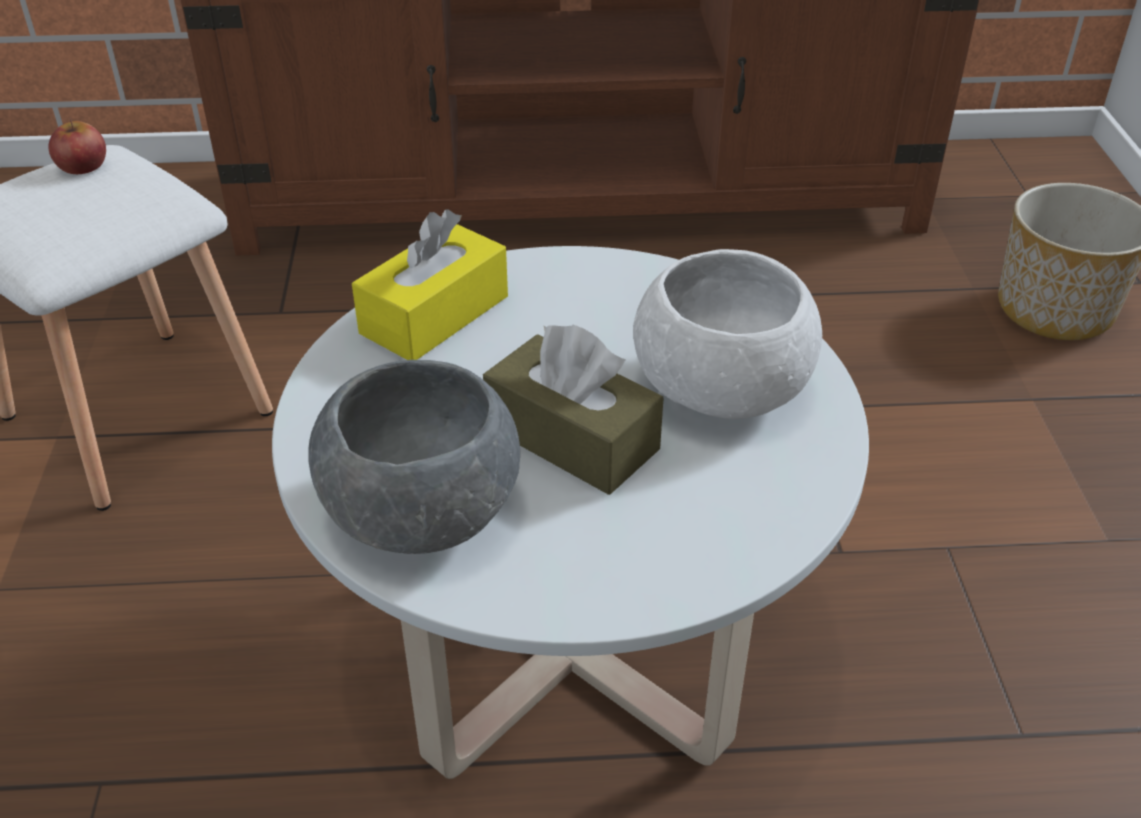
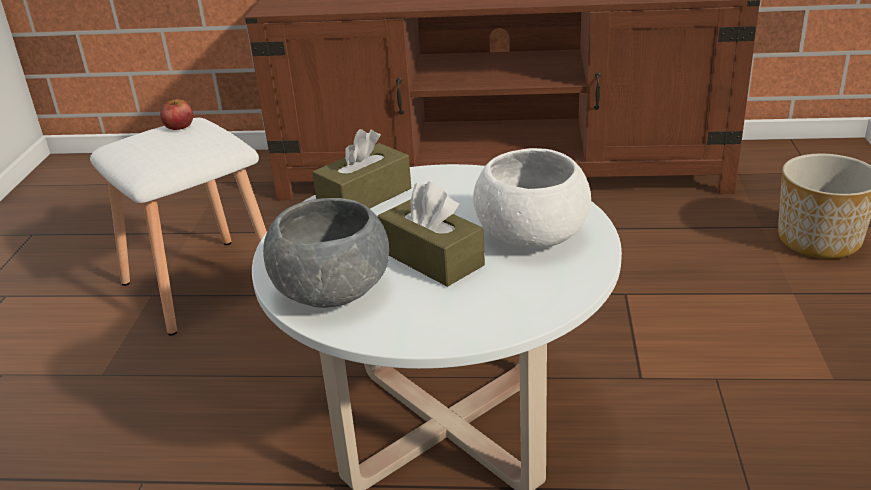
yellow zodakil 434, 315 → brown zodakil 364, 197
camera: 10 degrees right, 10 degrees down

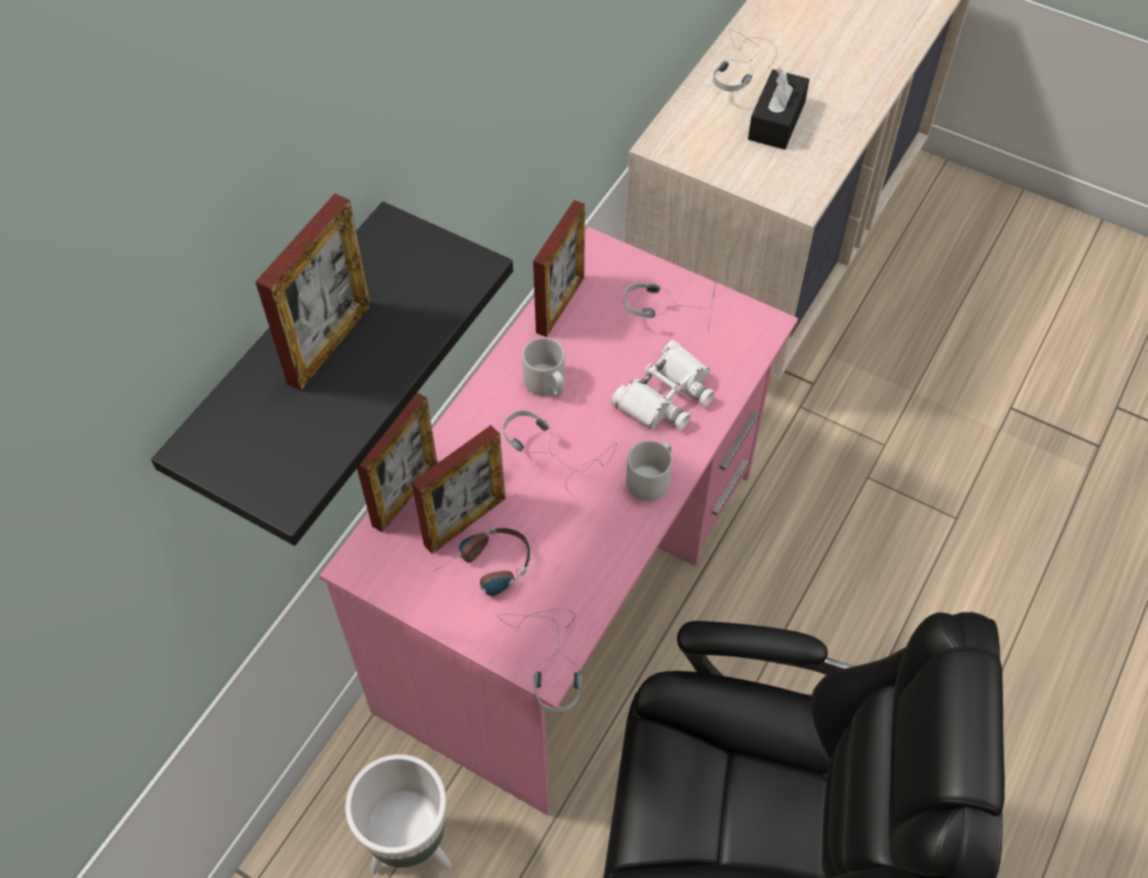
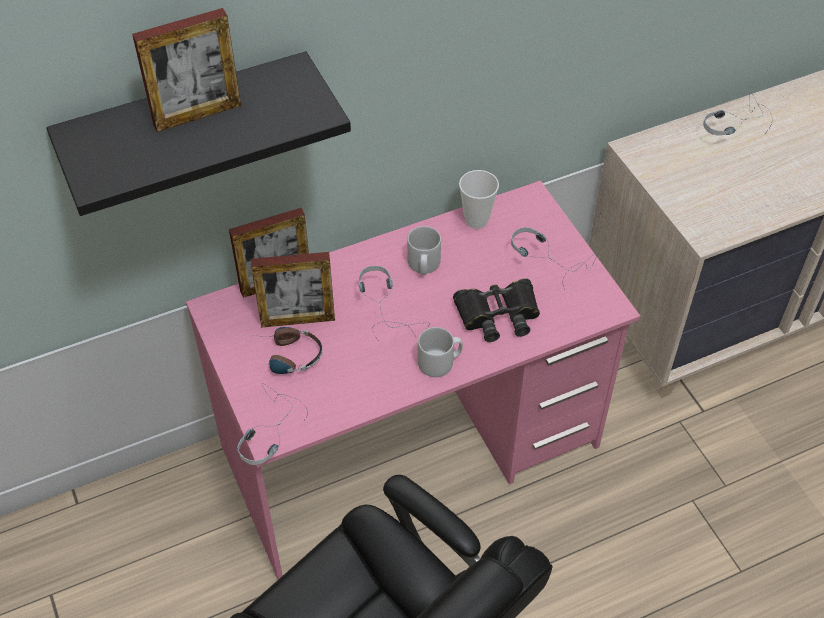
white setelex 410, 846 → -
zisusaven 560, 305 → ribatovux 476, 220
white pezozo 665, 394 → black pezozo 498, 314
black zodakil 776, 121 → -
camera: 35 degrees right, 5 degrees down

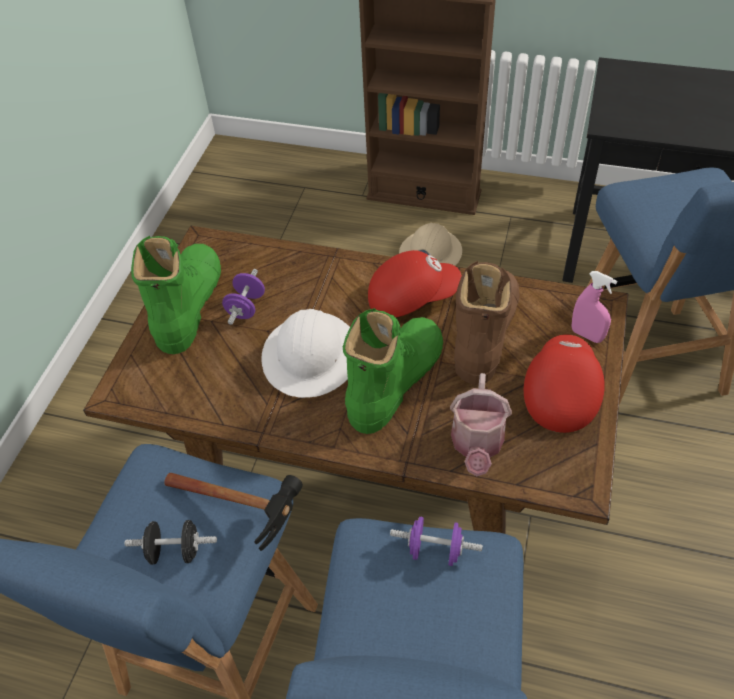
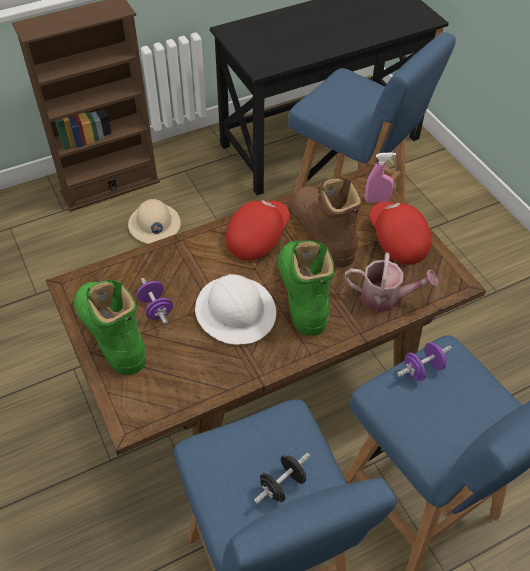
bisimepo 248, 513 → -
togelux 477, 445 → togelux 386, 297, 45 degrees counterclockwise
camera: 45 degrees left, 0 degrees up

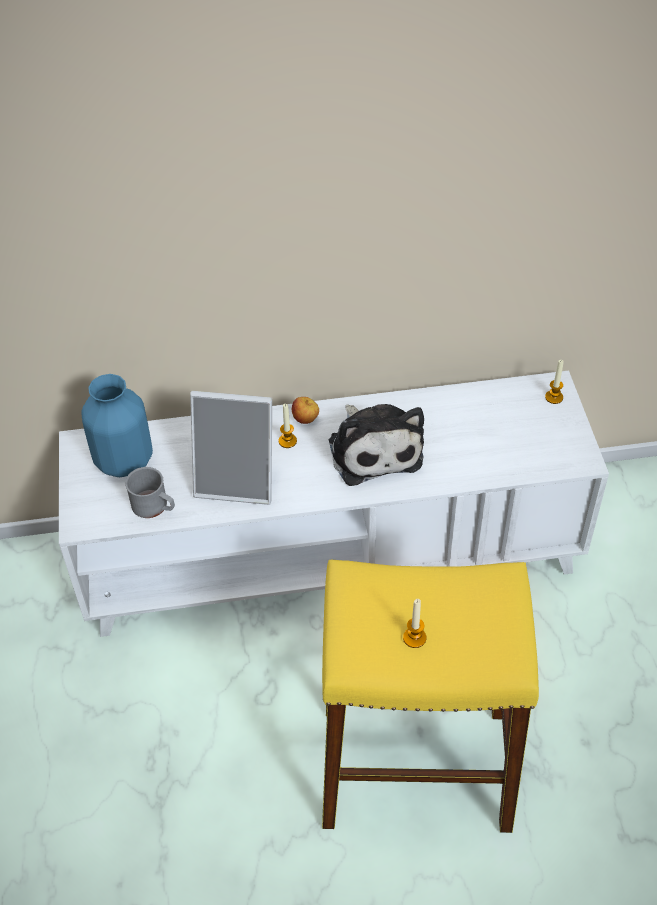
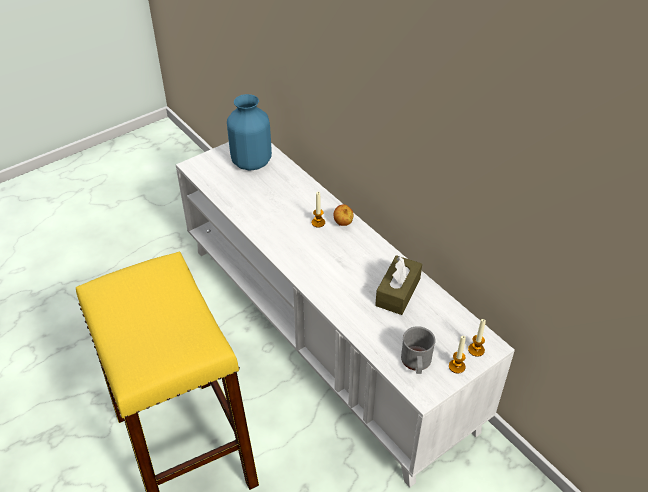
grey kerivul 154, 507 → grey kerivul 416, 363, moved
zisusaven 238, 479 → -
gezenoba 374, 449 → -
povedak 414, 638 → povedak 456, 366, moved
- → brown zodakil 398, 292
camera: 60 degrees right, 5 degrees down

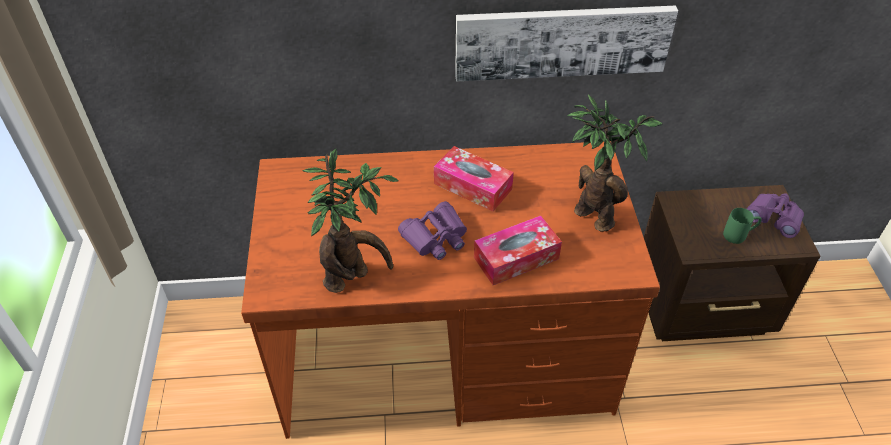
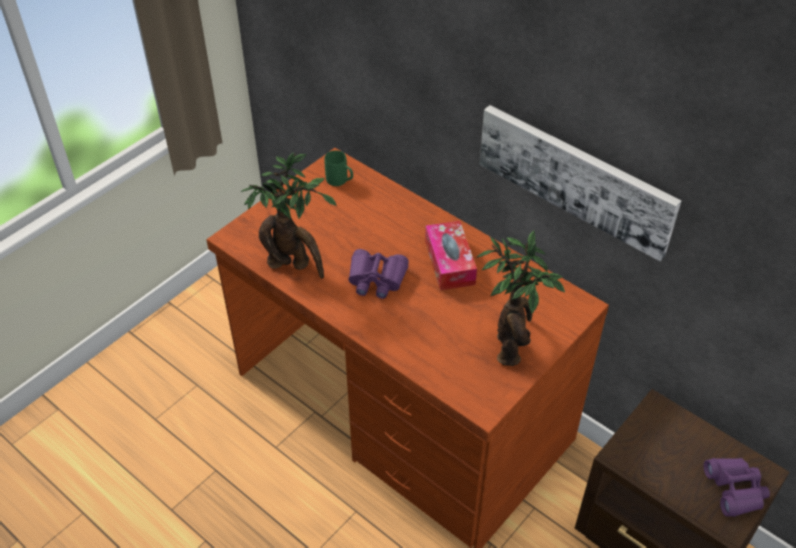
zodakil 516, 258 → -
green kerivul 739, 235 → green kerivul 340, 181, moved
camera: 45 degrees right, 0 degrees up

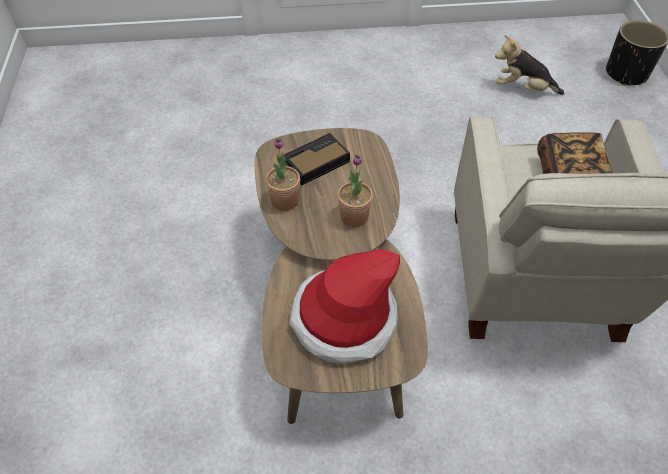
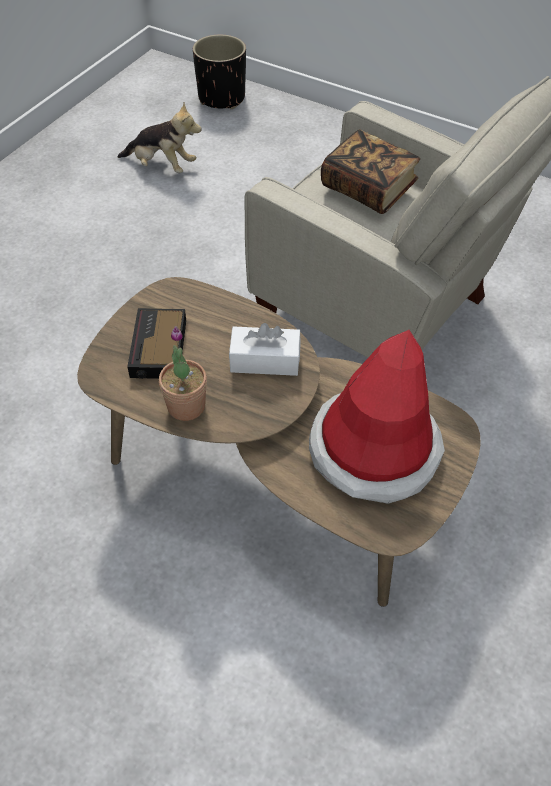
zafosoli 354, 216 → white zodakil 265, 360
gezenoba 523, 88 → gezenoba 162, 166, 120 degrees counterclockwise
camera: 55 degrees left, 0 degrees up

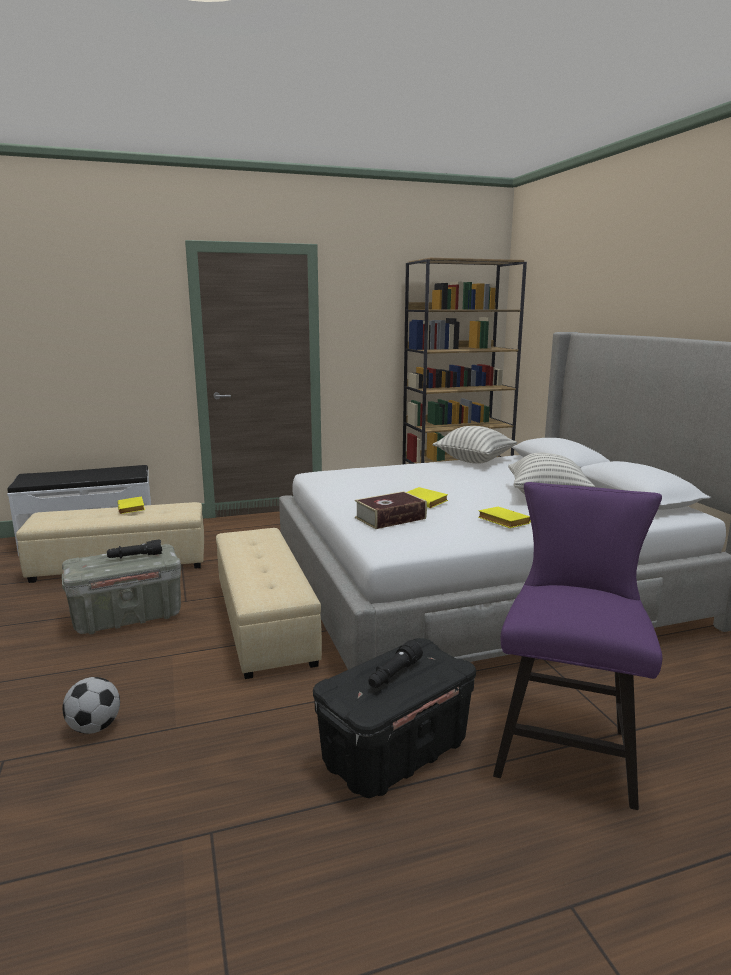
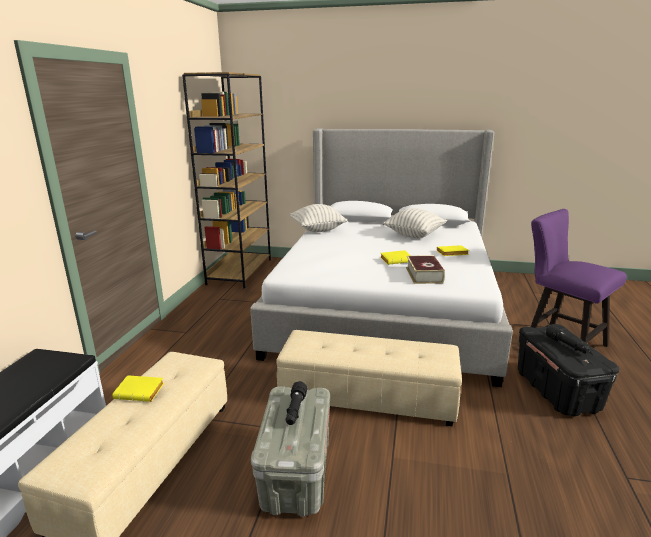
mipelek 95, 727 → -
camera: 60 degrees left, 5 degrees up

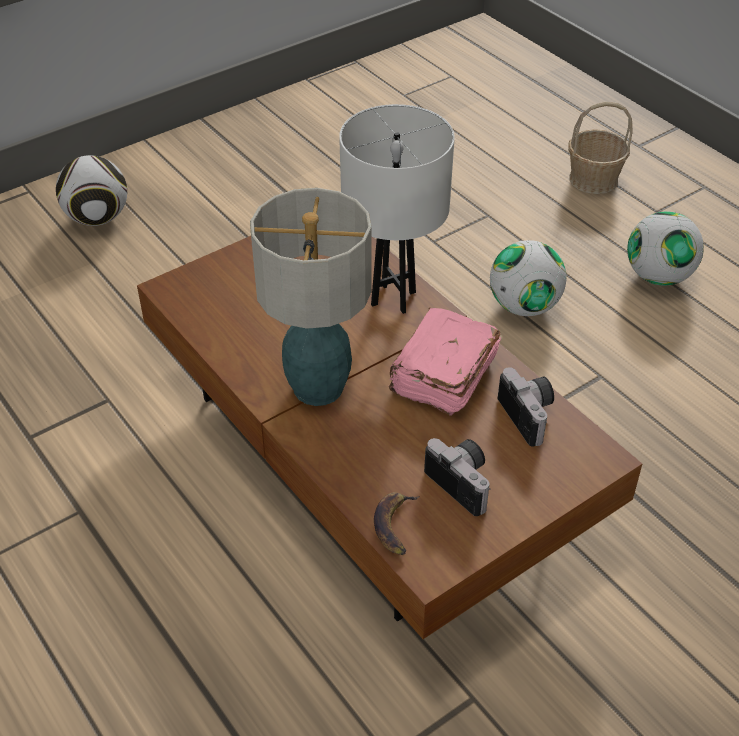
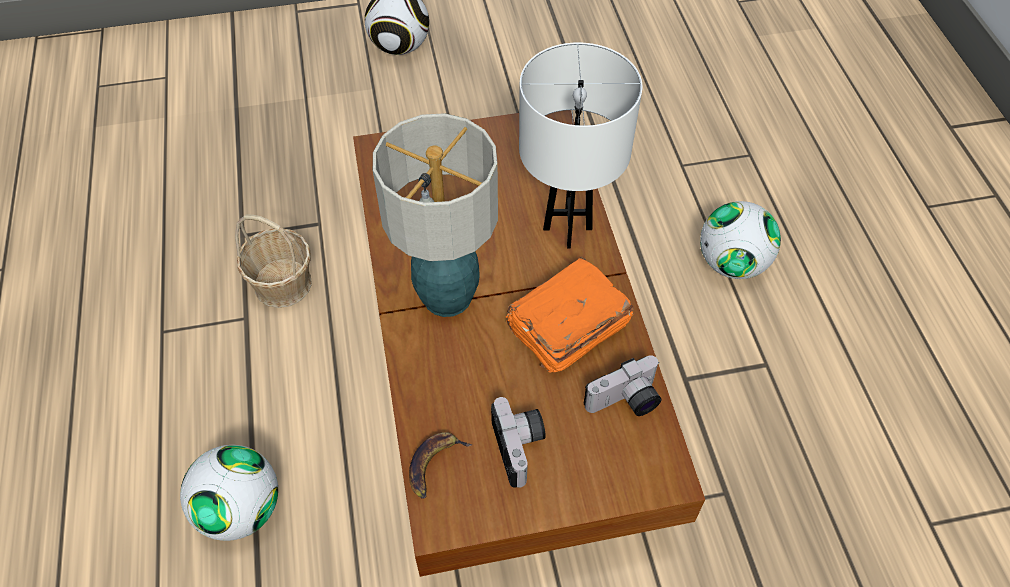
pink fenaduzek 442, 375 → orange fenaduzek 566, 327
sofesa 531, 415 → sofesa 625, 402, 60 degrees clockwise
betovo 593, 179 → betovo 282, 283, moved
mipelek 658, 276 → mipelek 241, 509, moved
camera: 25 degrees right, 10 degrees up

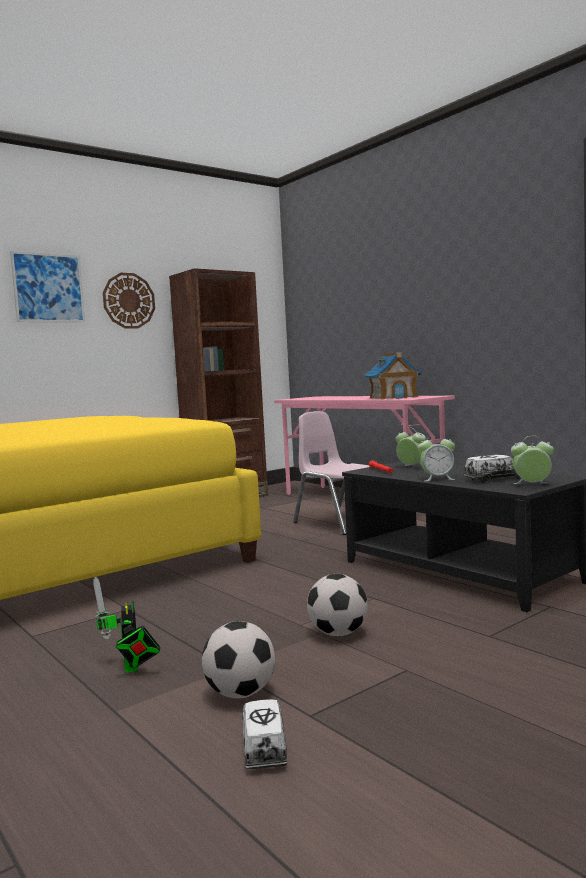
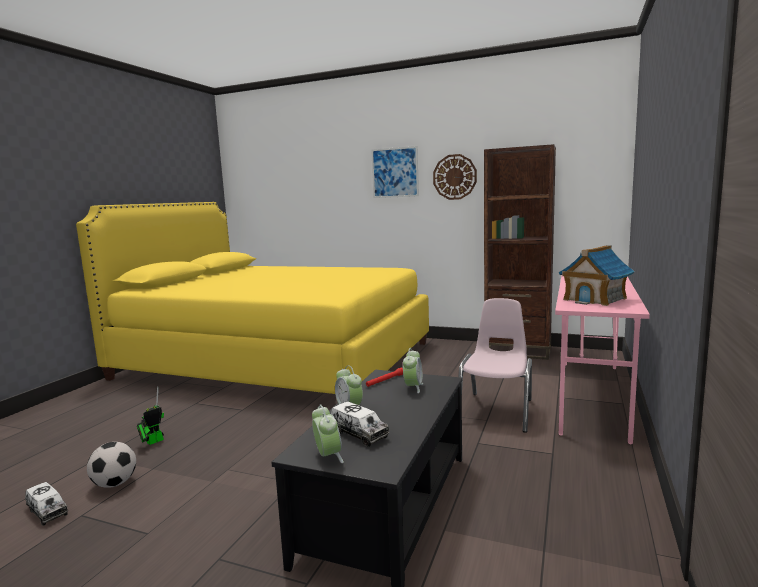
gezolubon 264, 745 → gezolubon 47, 511, 75 degrees clockwise
mipelek 338, 633 → -
camera: 60 degrees right, 5 degrees up

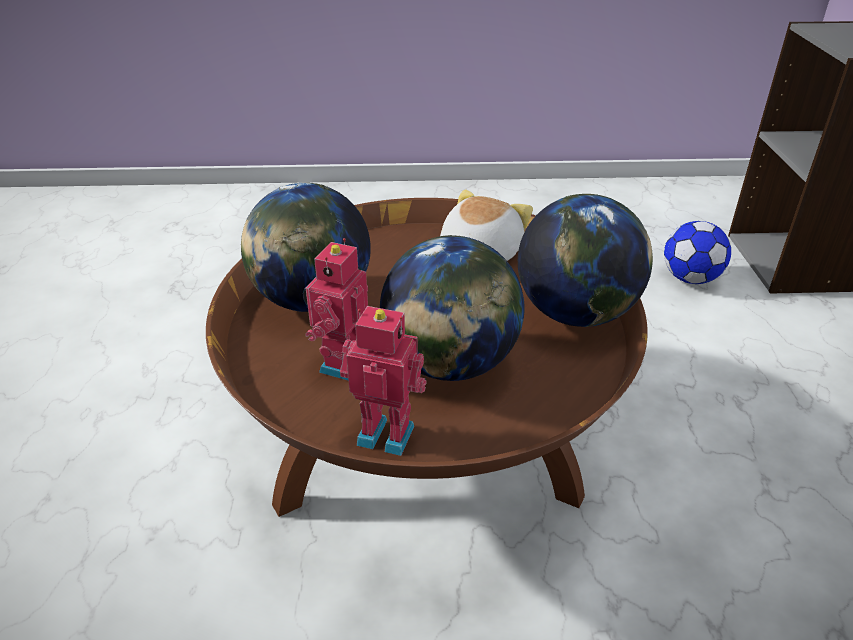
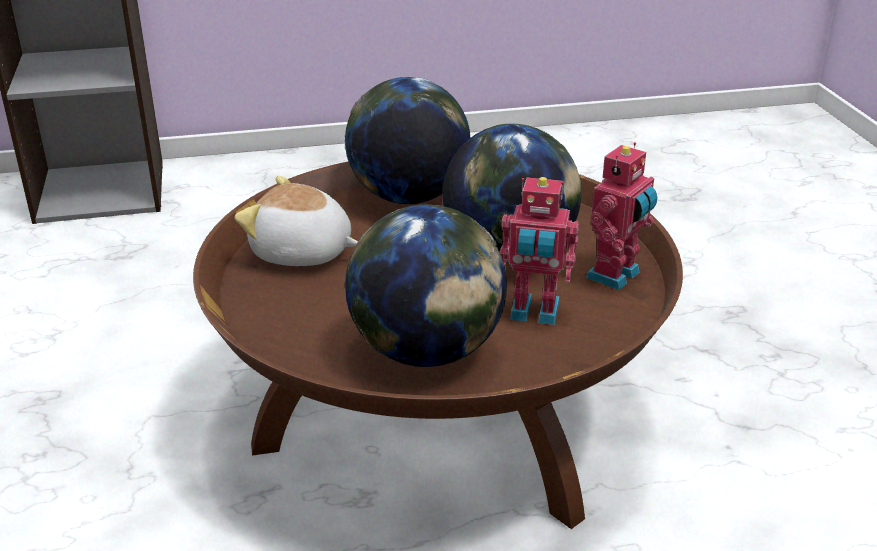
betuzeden 387, 432 → betuzeden 616, 276, 150 degrees counterclockwise
mipelek 690, 279 → -
camera: 100 degrees left, 5 degrees down

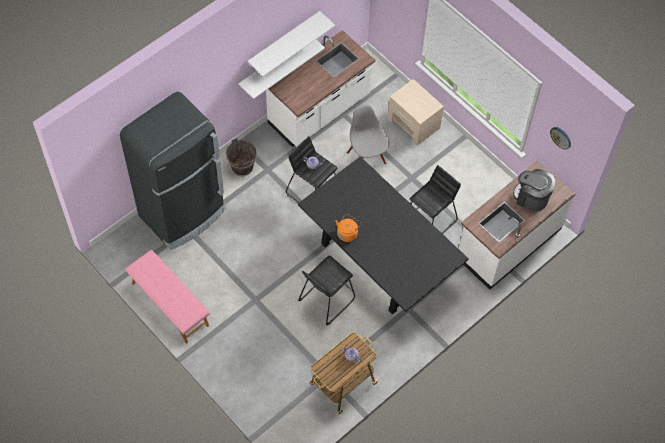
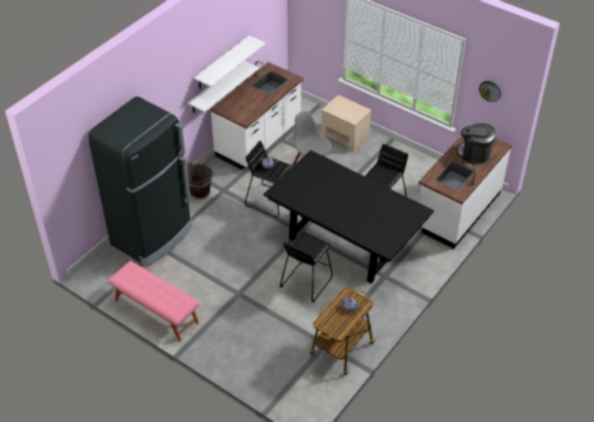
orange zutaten 348, 233 → -
camera: 10 degrees left, 15 degrees down

